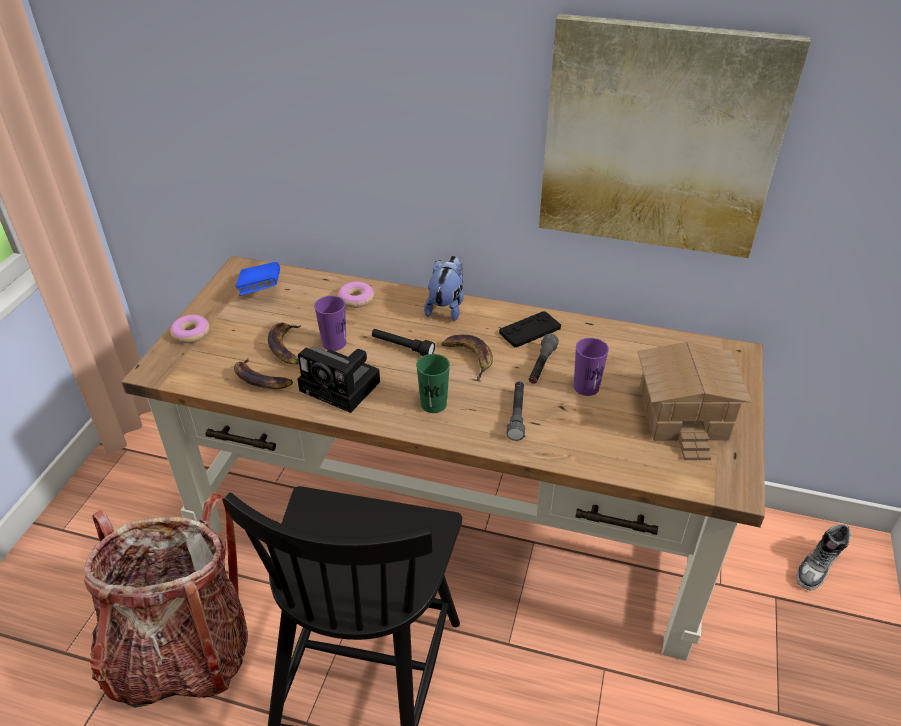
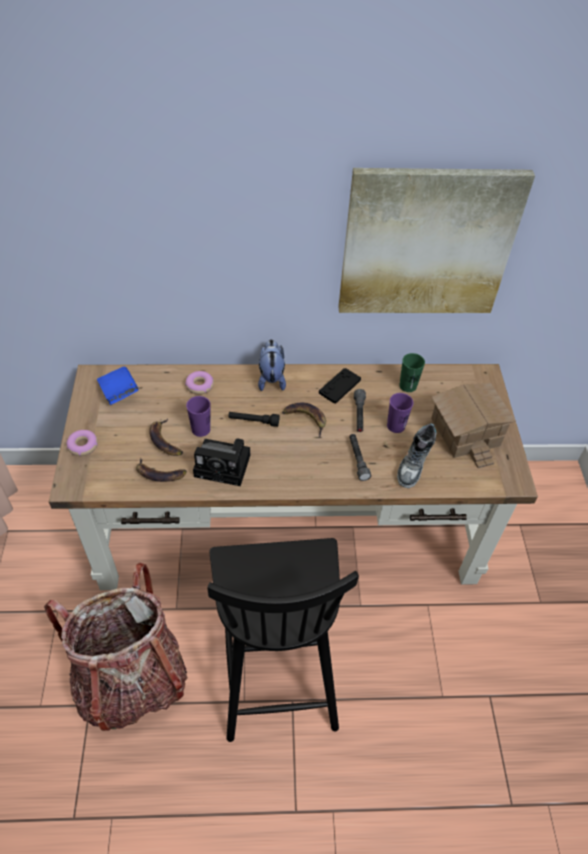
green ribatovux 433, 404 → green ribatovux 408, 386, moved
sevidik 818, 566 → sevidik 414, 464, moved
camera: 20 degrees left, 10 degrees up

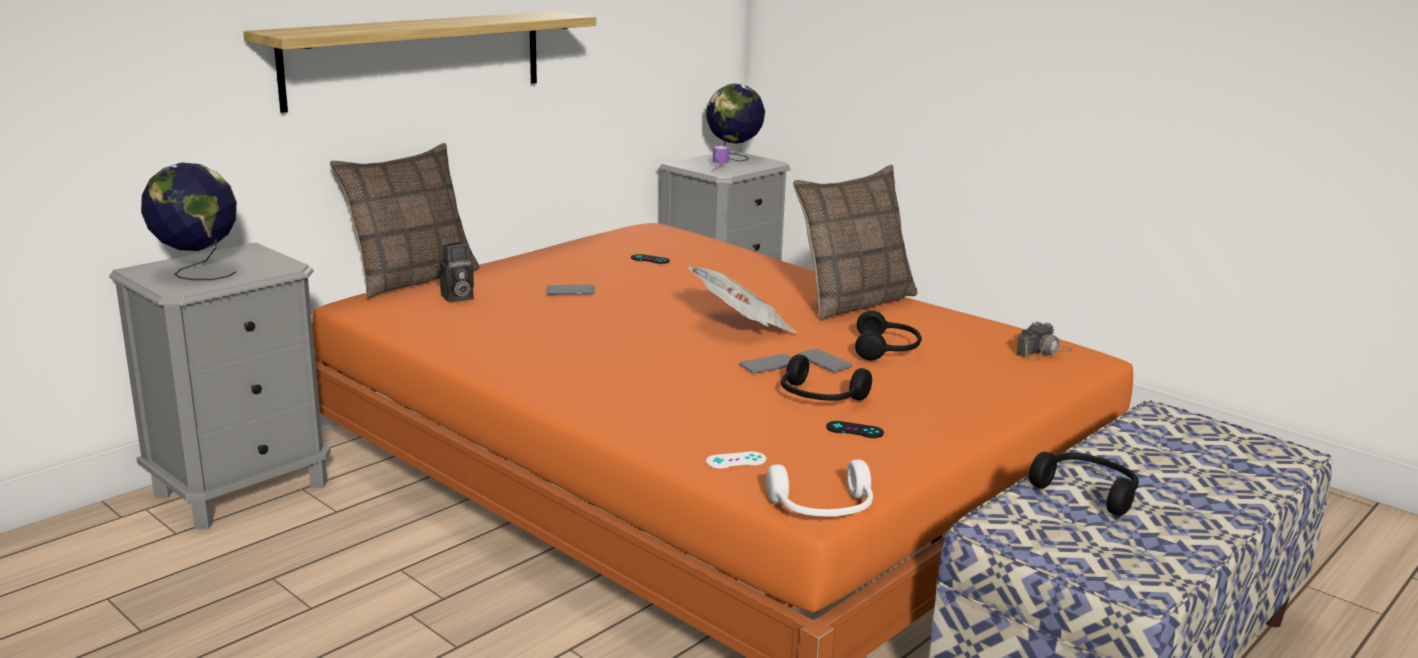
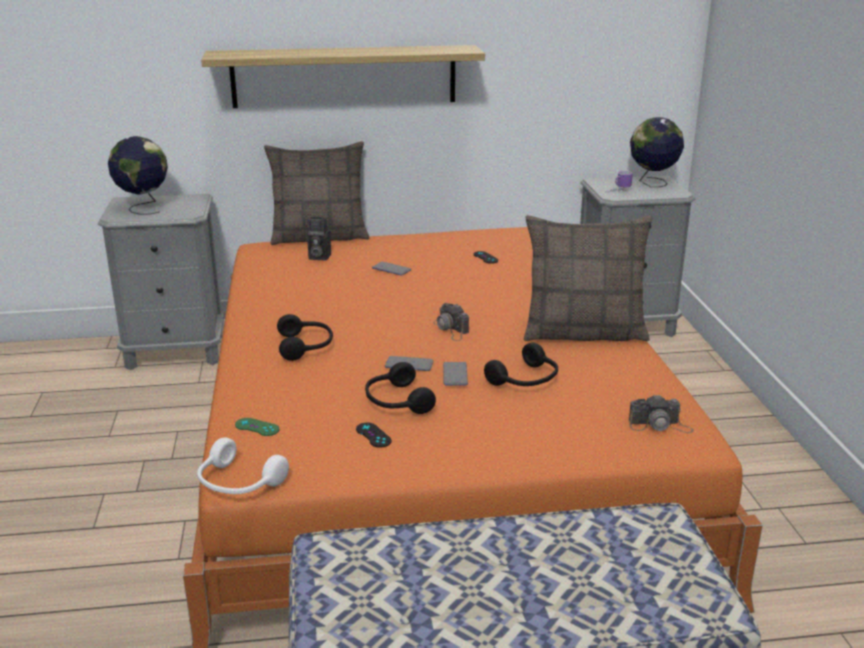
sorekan 742, 327 → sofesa 451, 329
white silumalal 736, 460 → green silumalal 257, 427
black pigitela 1087, 492 → black pigitela 306, 346, moved
camera: 40 degrees right, 5 degrees up

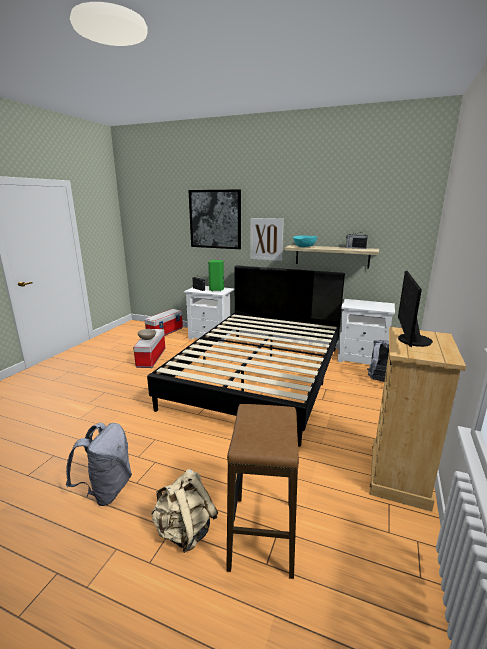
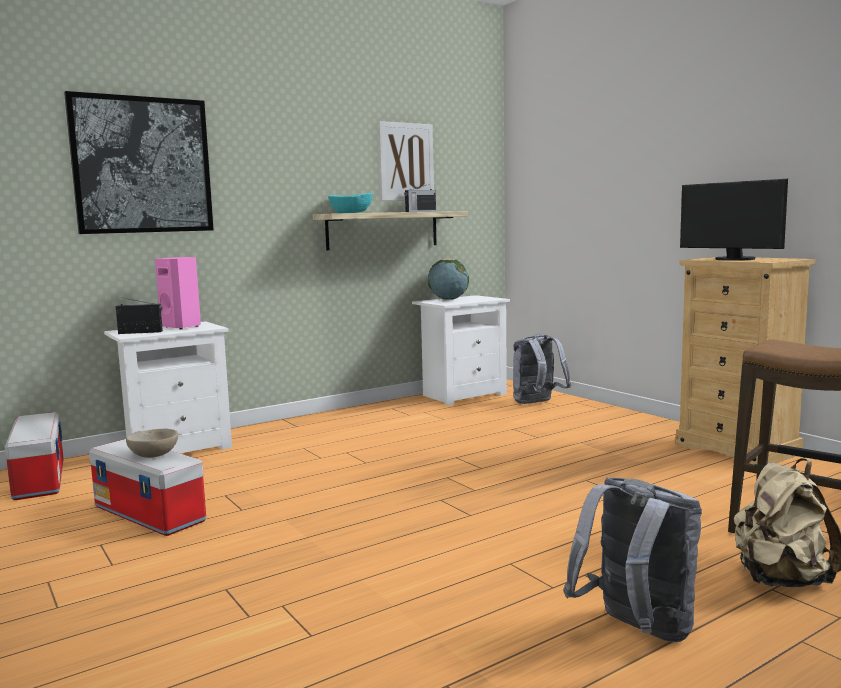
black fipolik 260, 375 → -
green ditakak 216, 289 → pink ditakak 182, 327
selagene 266, 239 → selagene 406, 162, moved
- → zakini 448, 299
camera: 55 degrees left, 10 degrees down

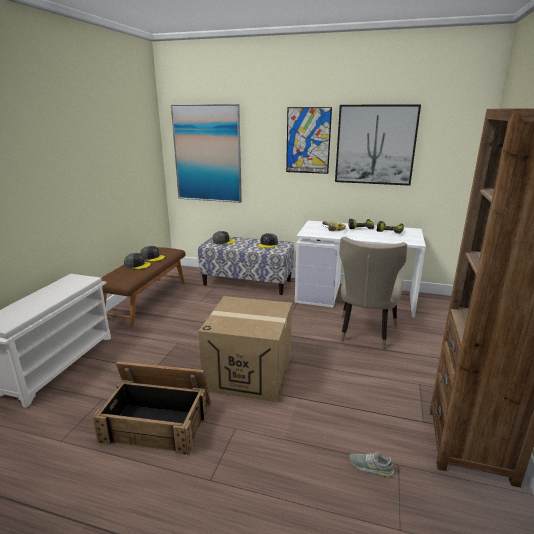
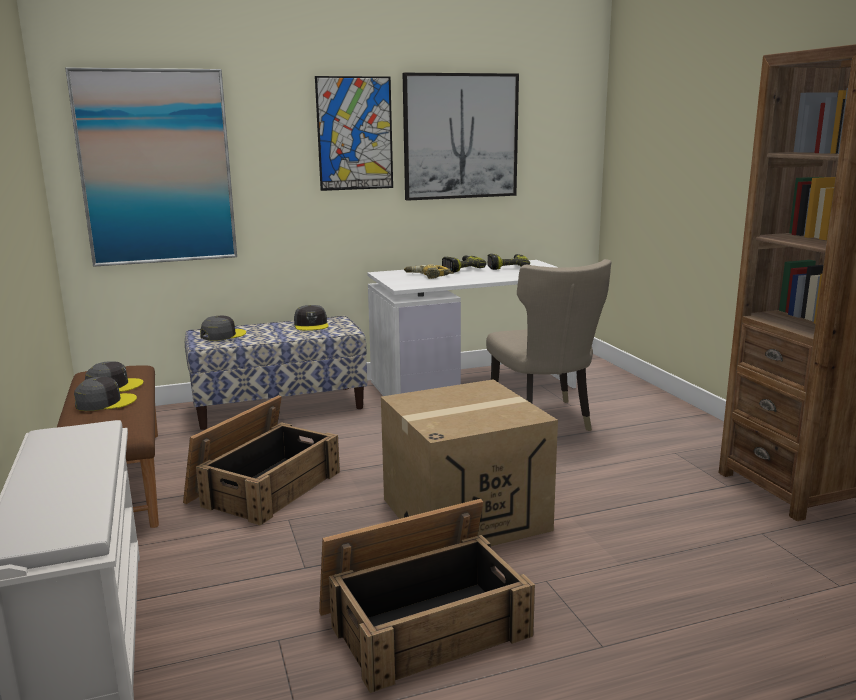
grey sevidik 370, 467 → -
- → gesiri 264, 486
camera: 35 degrees left, 5 degrees down

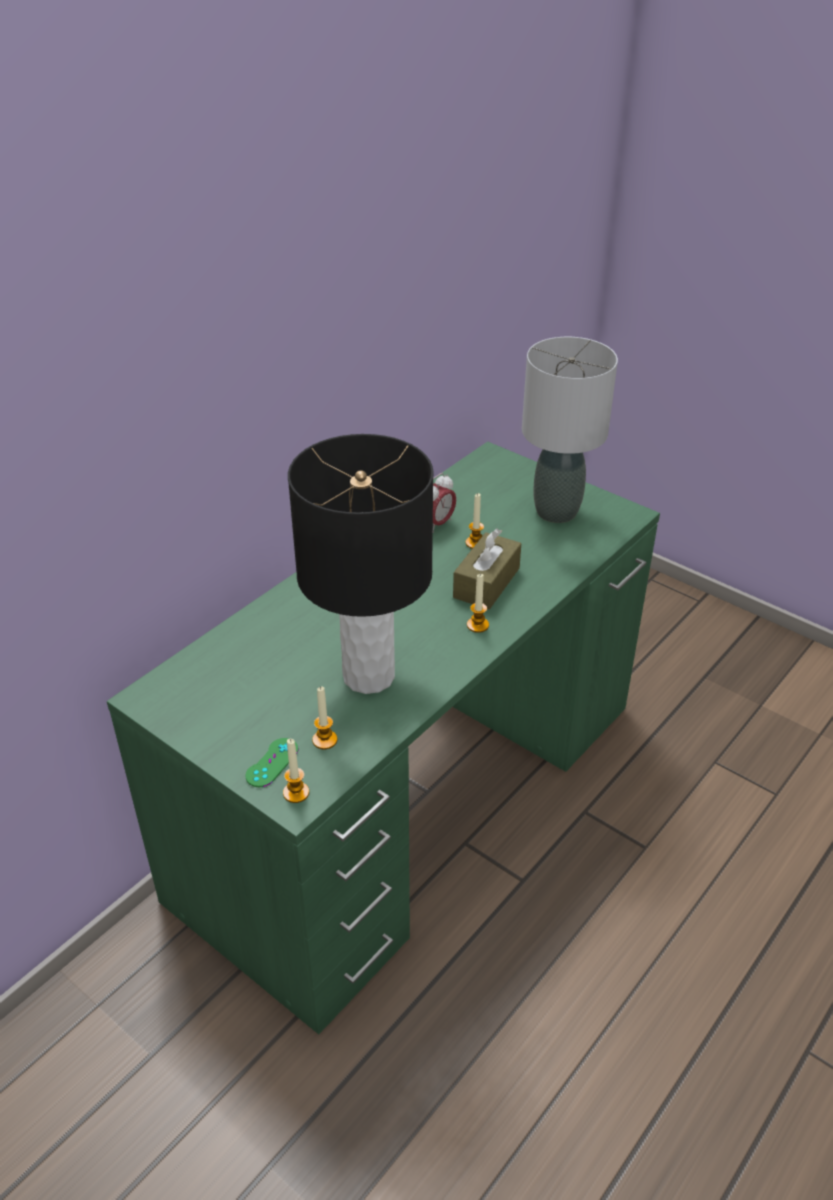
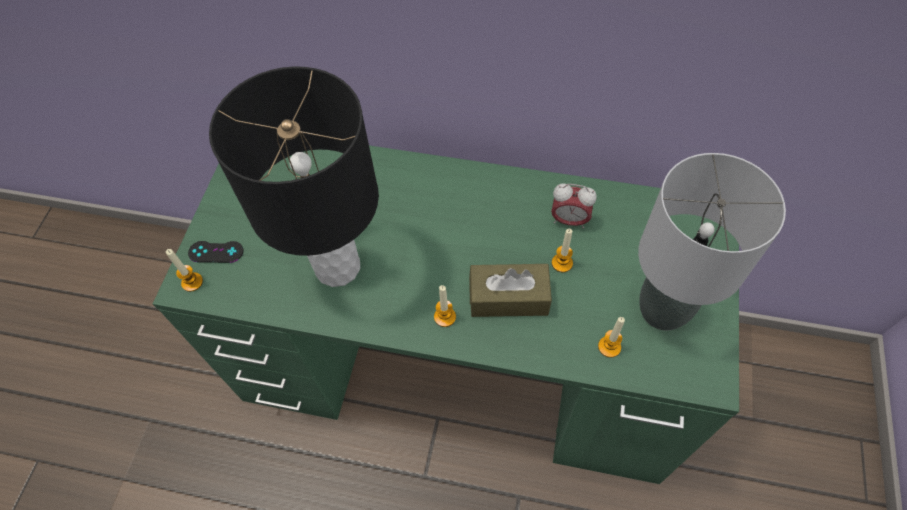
green silumalal 272, 763 → black silumalal 216, 252
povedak 324, 740 → povedak 609, 347, moved
camera: 65 degrees right, 20 degrees up

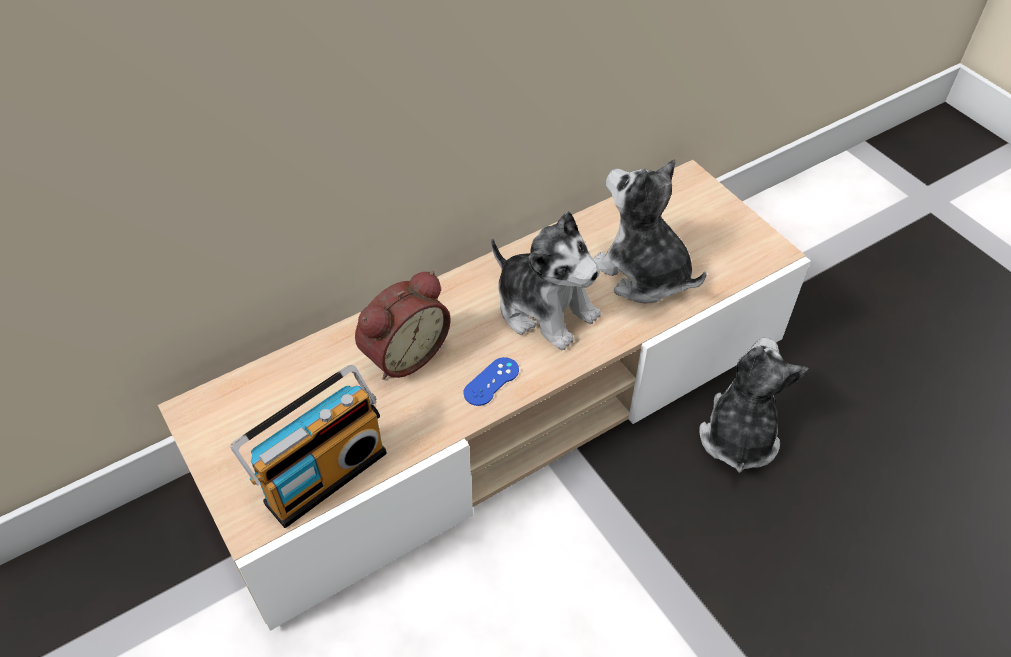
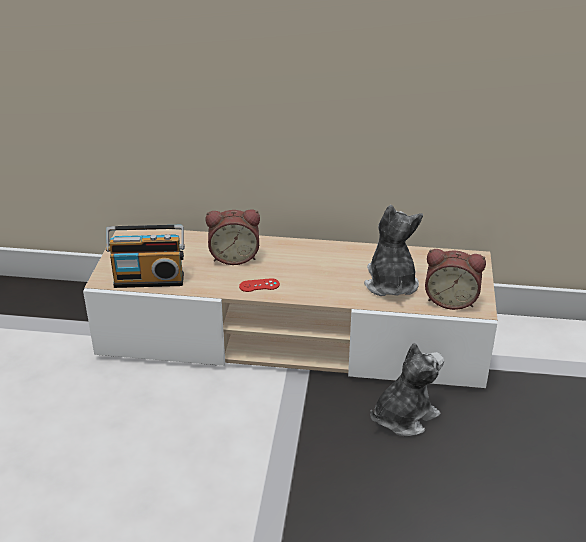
blue silumalal 491, 381 → red silumalal 259, 285
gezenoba 545, 309 → -
- → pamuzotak 451, 299
camera: 40 degrees right, 15 degrees down

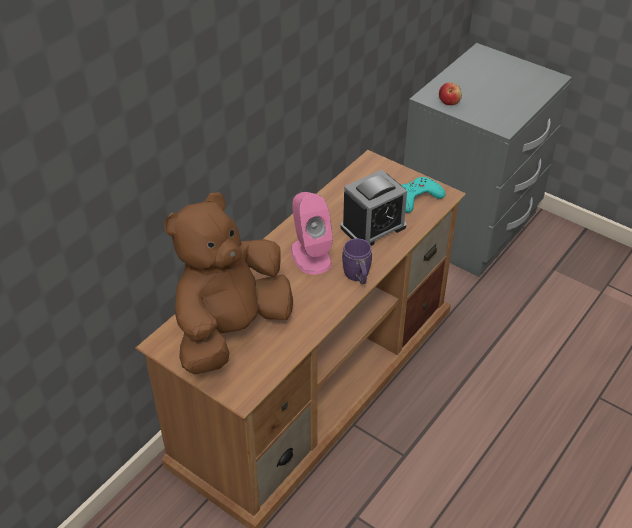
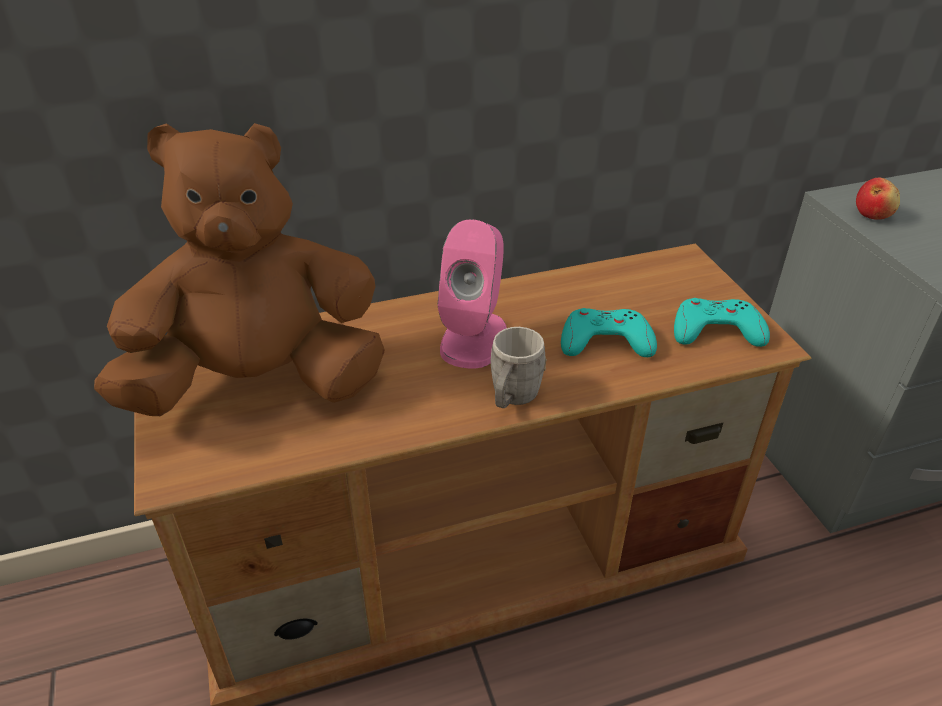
pamuzotak 373, 227 → turquoise silumalal 605, 341
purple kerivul 358, 277 → grey kerivul 512, 398
camera: 35 degrees right, 5 degrees down

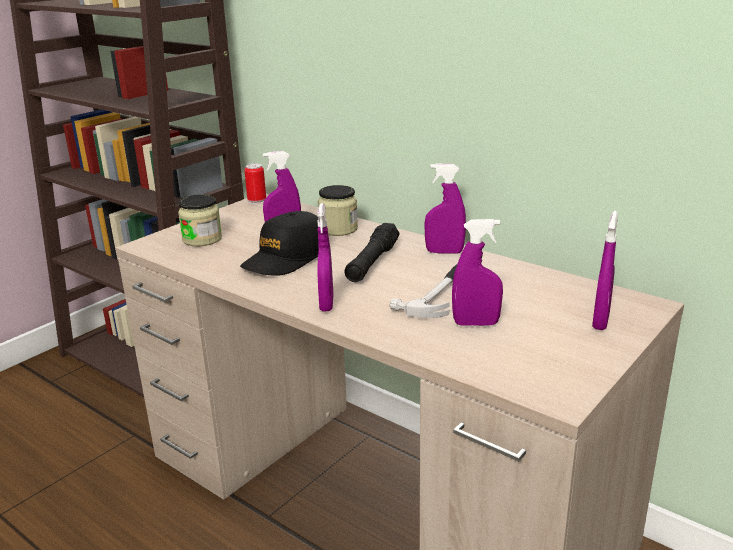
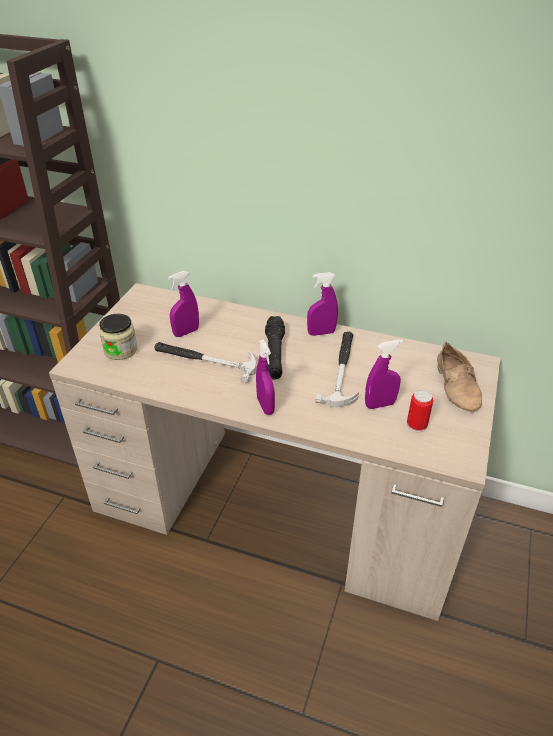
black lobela 287, 258 → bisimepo 205, 360
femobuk 257, 201 → femobuk 416, 425, moved
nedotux 338, 229 → -
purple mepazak 600, 321 → beige sevidik 458, 385
camera: 20 degrees left, 15 degrees up

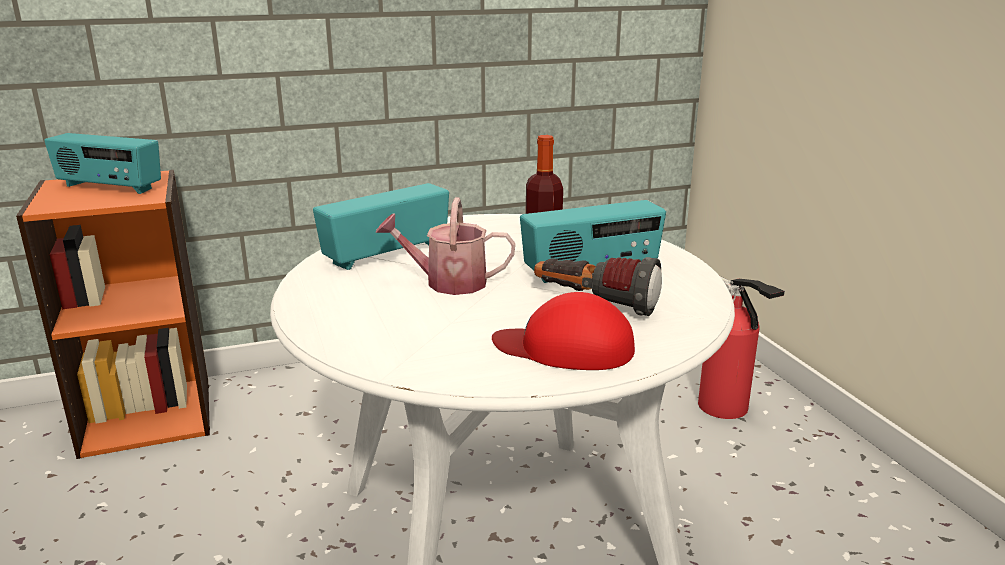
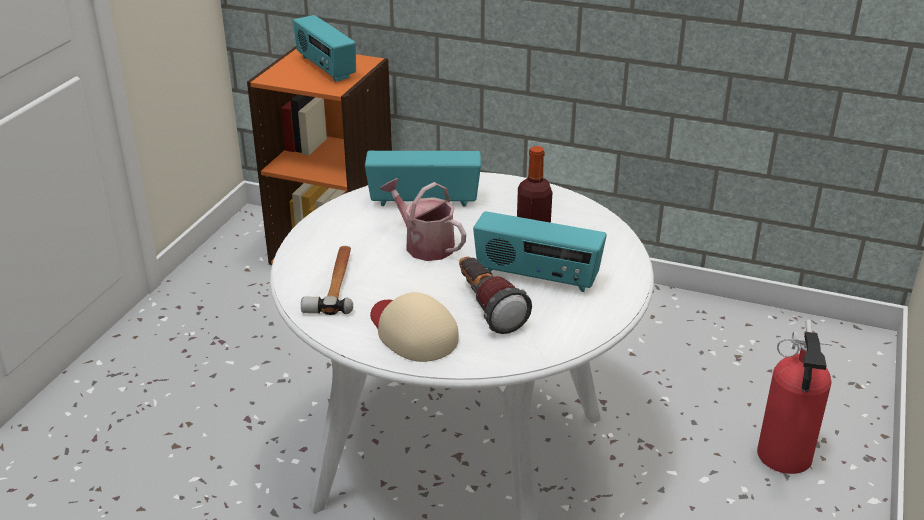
red lobela 565, 347 → beige lobela 412, 331
- → bisimepo 335, 283
camera: 40 degrees right, 10 degrees up

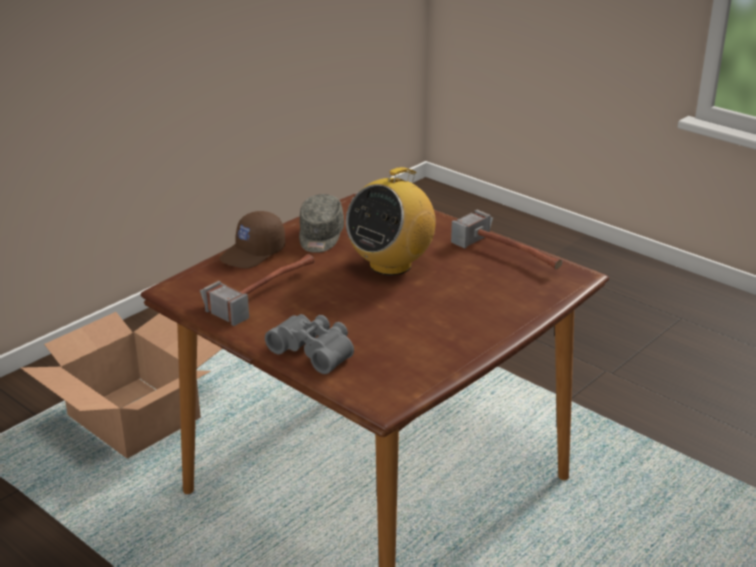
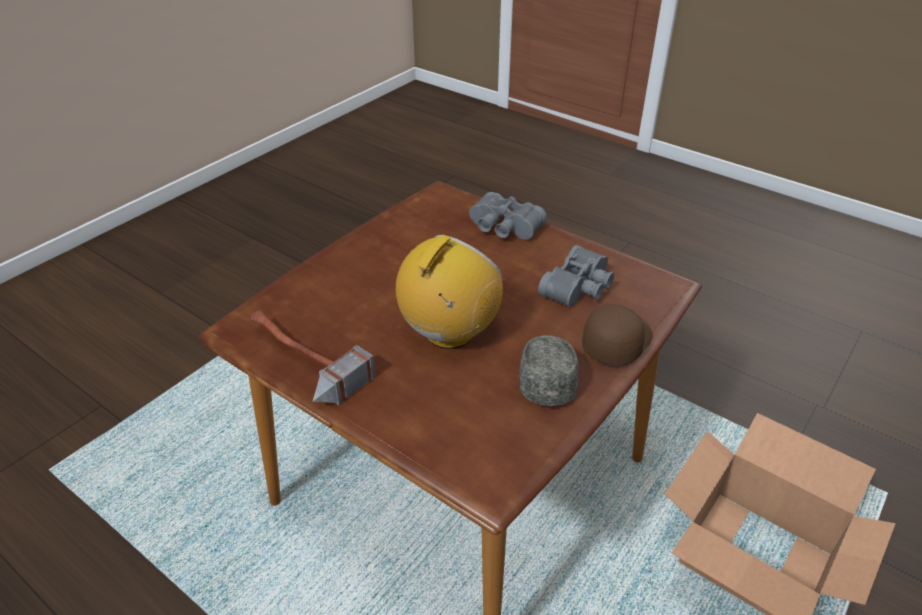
bisimepo 261, 290 → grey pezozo 580, 288
camera: 175 degrees right, 10 degrees up

